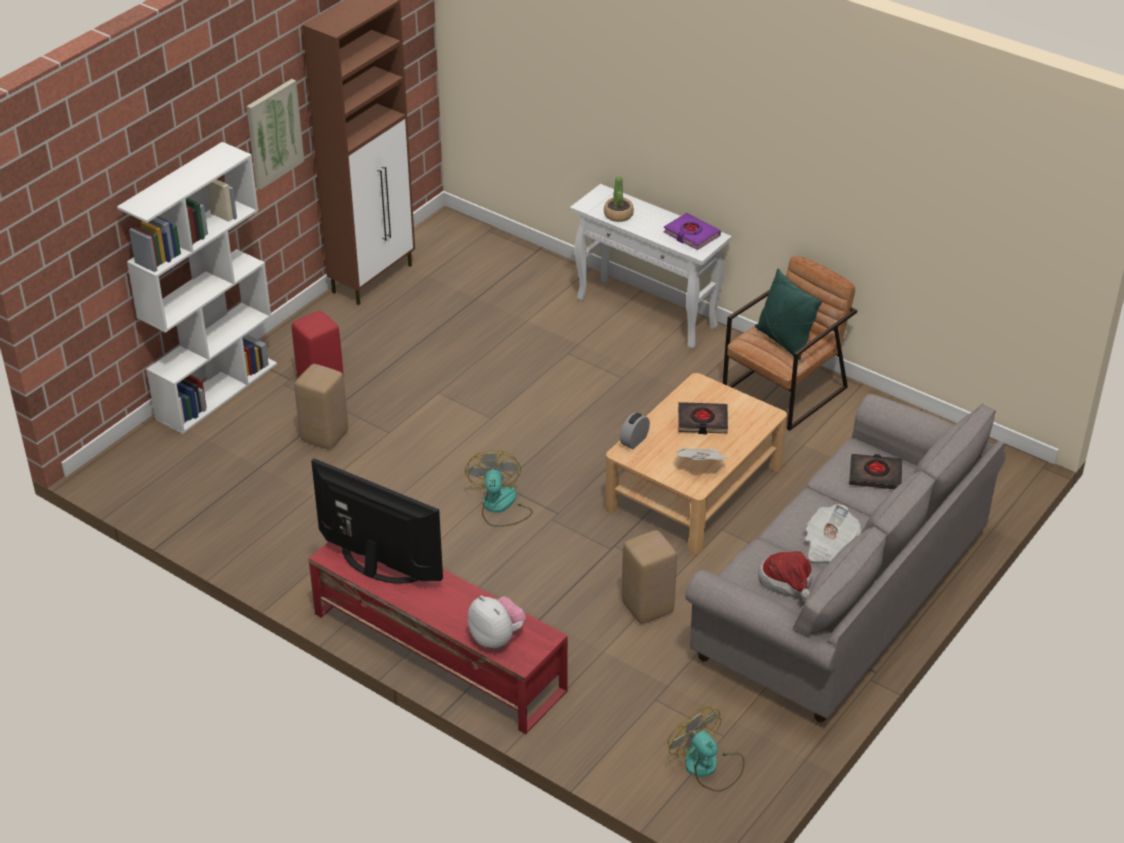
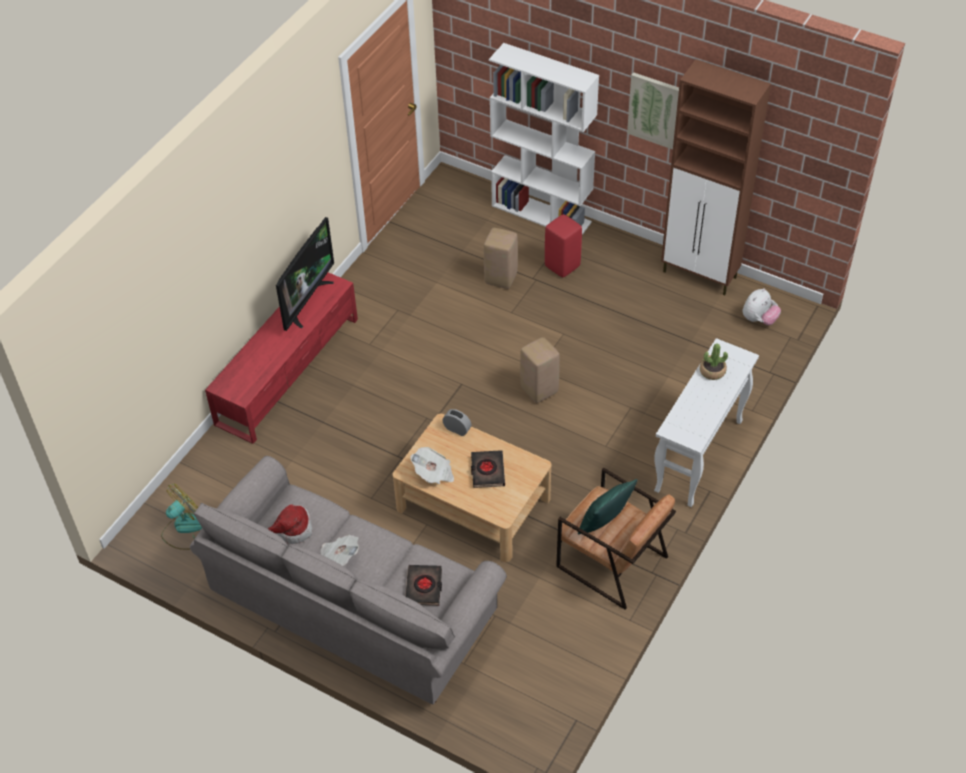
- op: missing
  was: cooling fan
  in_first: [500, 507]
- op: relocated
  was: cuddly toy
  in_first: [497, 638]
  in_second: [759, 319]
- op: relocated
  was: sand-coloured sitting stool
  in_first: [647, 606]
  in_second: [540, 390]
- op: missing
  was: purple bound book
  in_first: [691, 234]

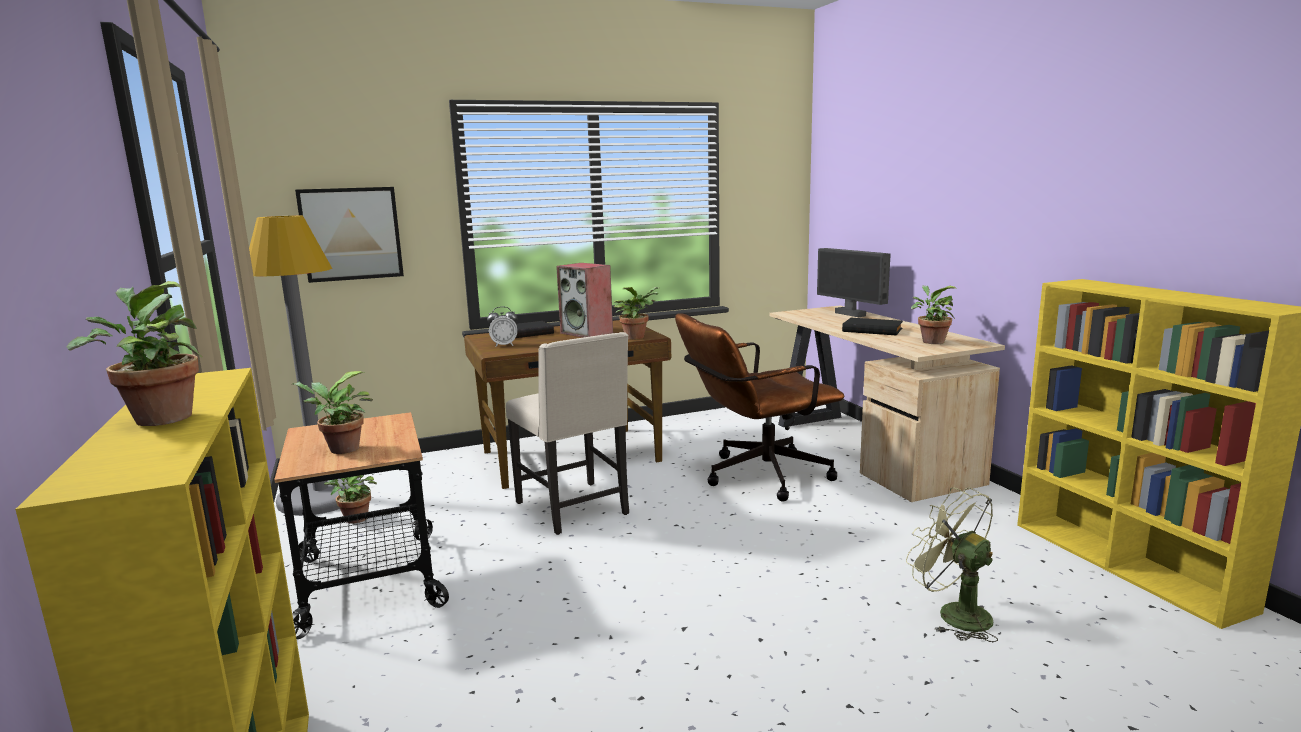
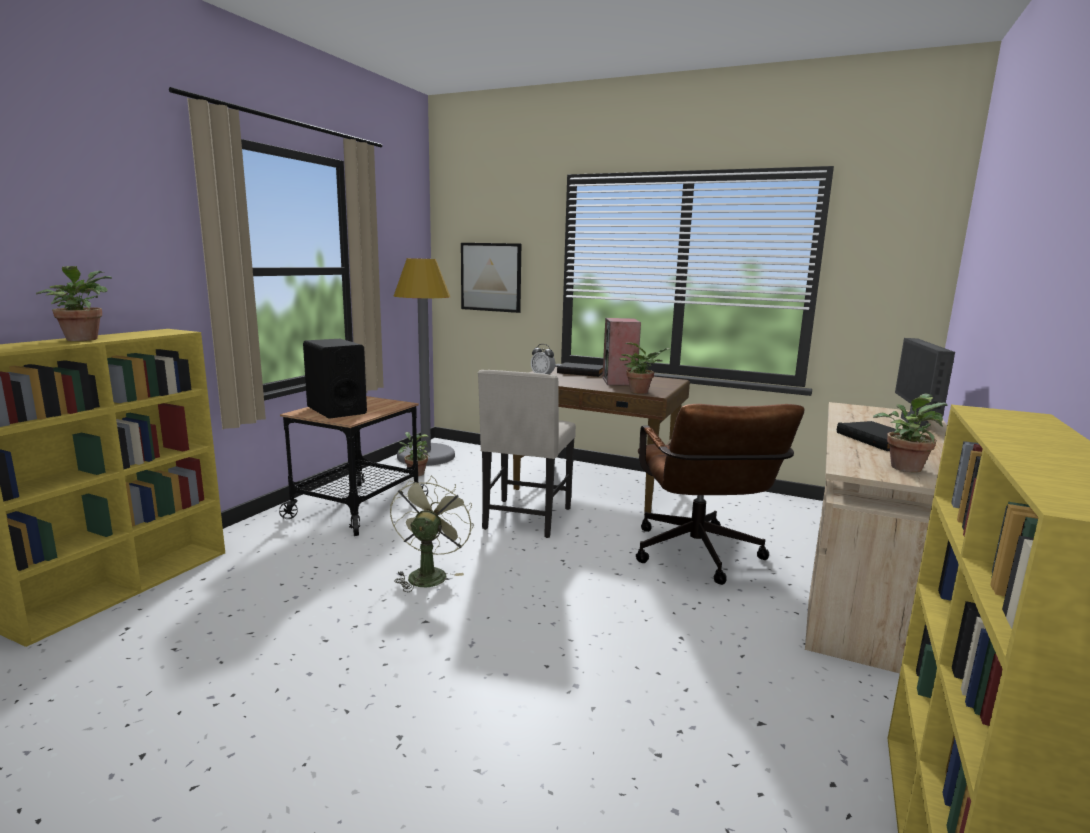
- op: exchanged
  was: houseplant
  now: black-coloured speaker
  in_first: [340, 450]
  in_second: [336, 410]
- op: spun
  was: brownish desk chair
  in_first: [756, 477]
  in_second: [699, 558]
  clockwise: -120
- op: relocated
  was: green cooling fan
  in_first: [953, 614]
  in_second: [429, 574]

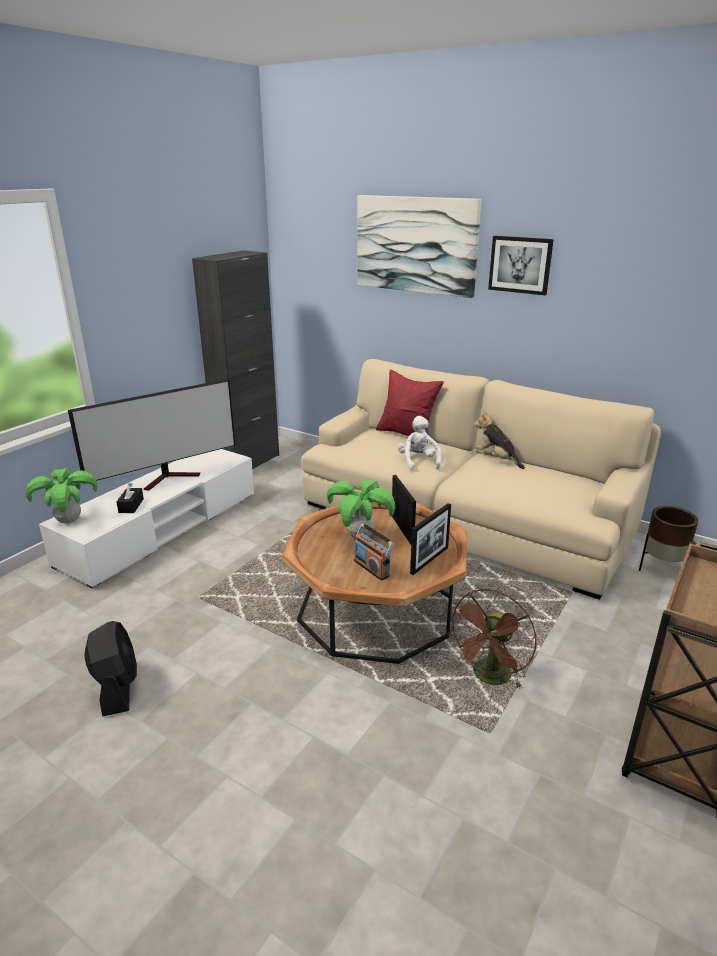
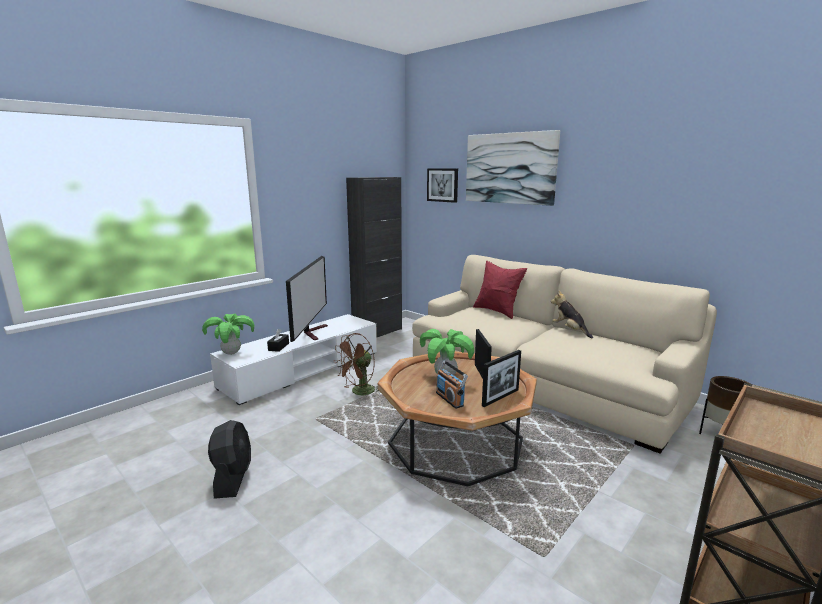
- op: spun
  was: television
  in_first: [171, 478]
  in_second: [313, 332]
  clockwise: -60
- op: missing
  was: whitish cuddly toy
  in_first: [418, 462]
- op: relocated
  was: brownish cooling fan
  in_first: [489, 679]
  in_second: [359, 392]
- op: relocated
  was: picture
  in_first: [520, 265]
  in_second: [442, 185]

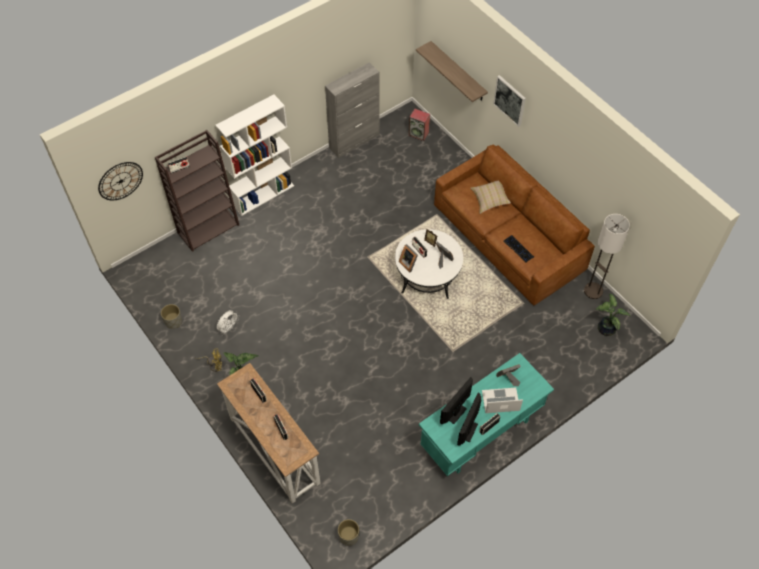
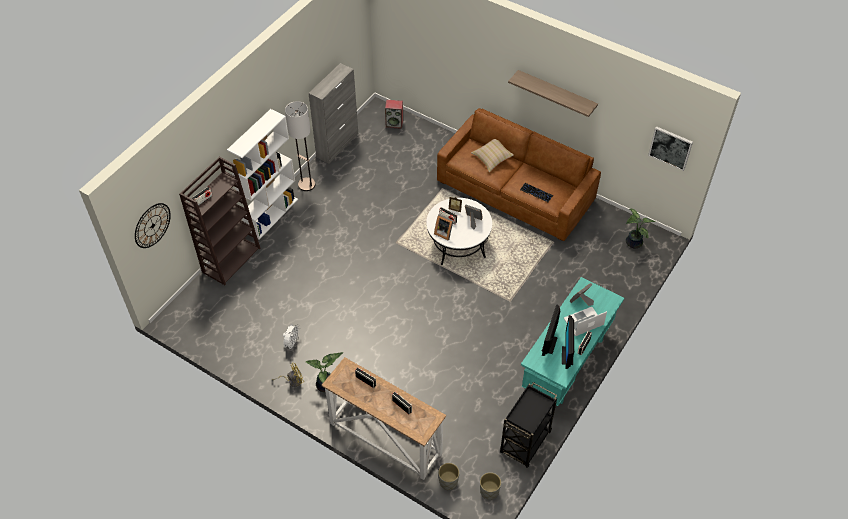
- op: relocated
  was: gray planter
  in_first: [173, 322]
  in_second: [448, 481]
- op: relocated
  was: wall shelf
  in_first: [458, 72]
  in_second: [556, 93]
- op: relocated
  was: picture
  in_first: [510, 100]
  in_second: [670, 148]
- op: relocated
  was: standard lamp
  in_first: [593, 291]
  in_second: [307, 184]
- op: appeared
  now: black-coloured trolley
  in_second: [525, 443]

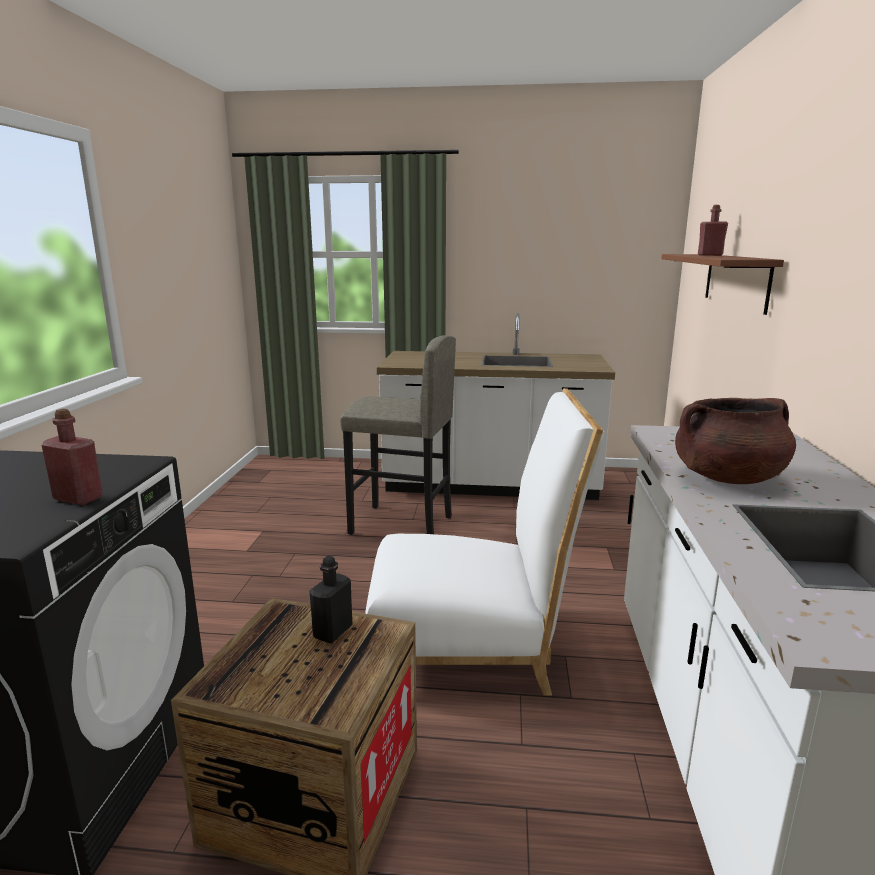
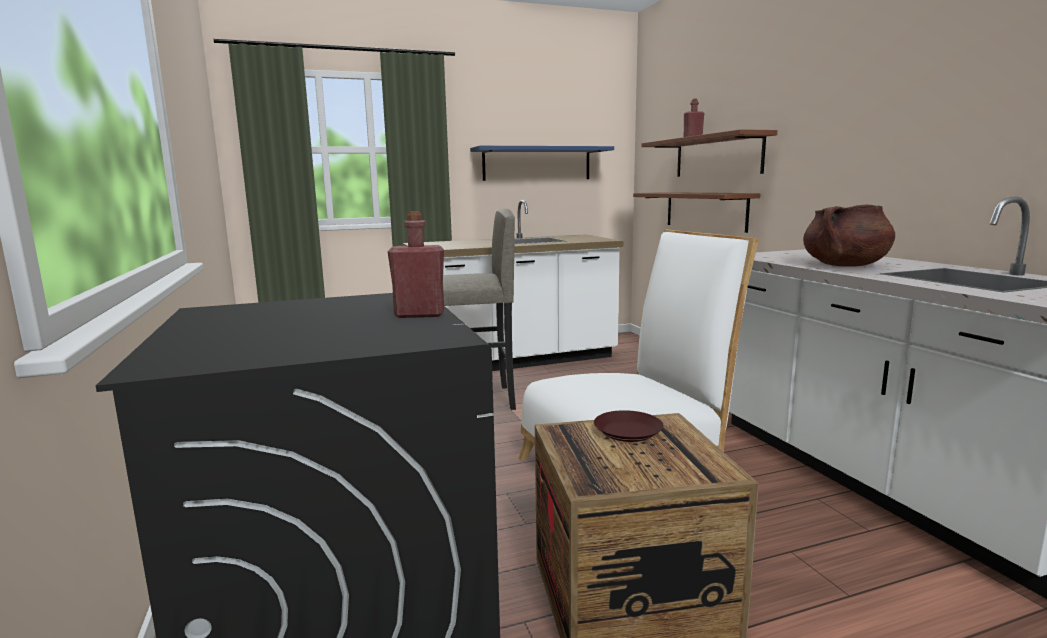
- op: exchanged
  was: black-coloured drink bottle
  now: brownish dinner plate
  in_first: [333, 632]
  in_second: [628, 431]
- op: appeared
  now: bluish wall shelf
  in_second: [537, 164]
- op: appeared
  now: brownish wall shelf
  in_second: [705, 210]

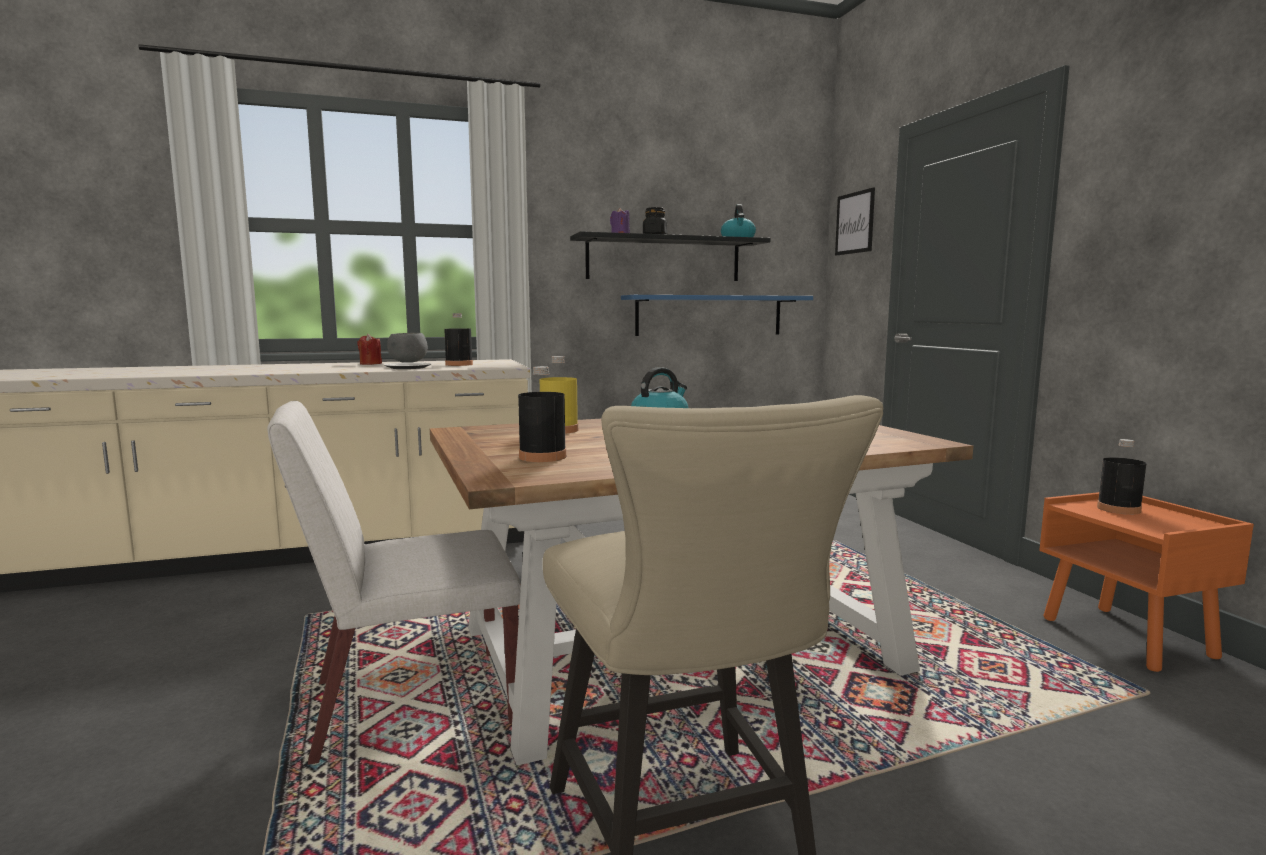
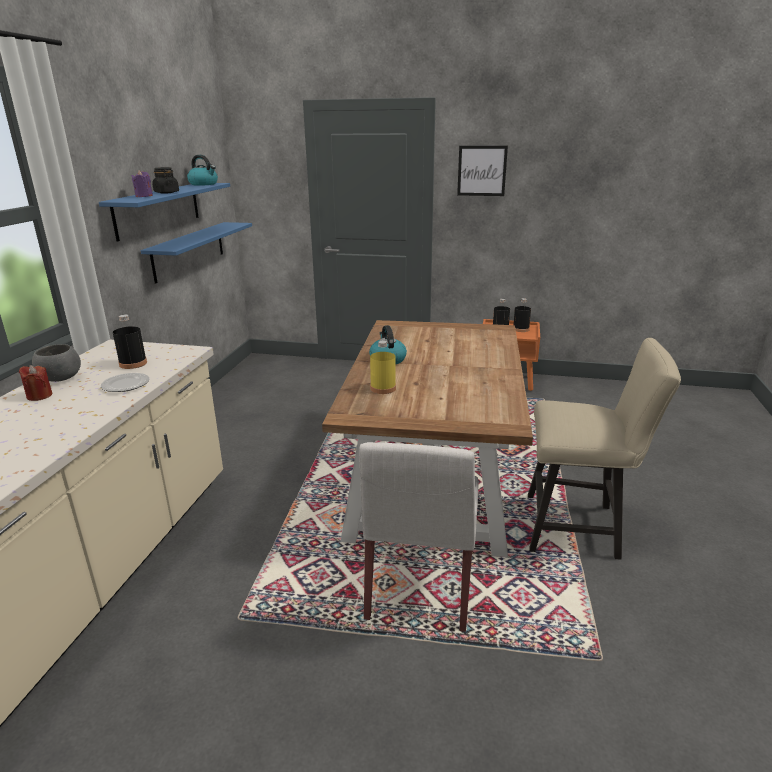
- op: relocated
  was: black-coloured drink bottle
  in_first: [542, 457]
  in_second: [521, 329]
- op: colour
  was: black-coloured wall shelf
  now: bluish wall shelf
  in_first: [664, 259]
  in_second: [158, 209]
- op: relocated
  was: picture
  in_first: [855, 223]
  in_second: [482, 171]

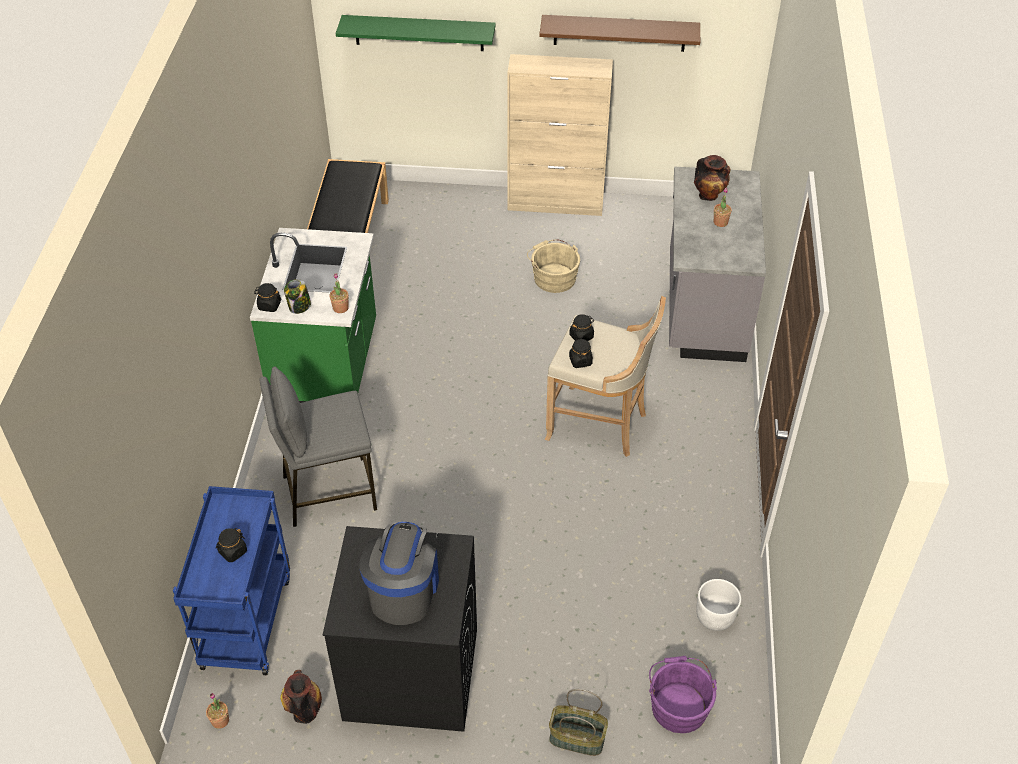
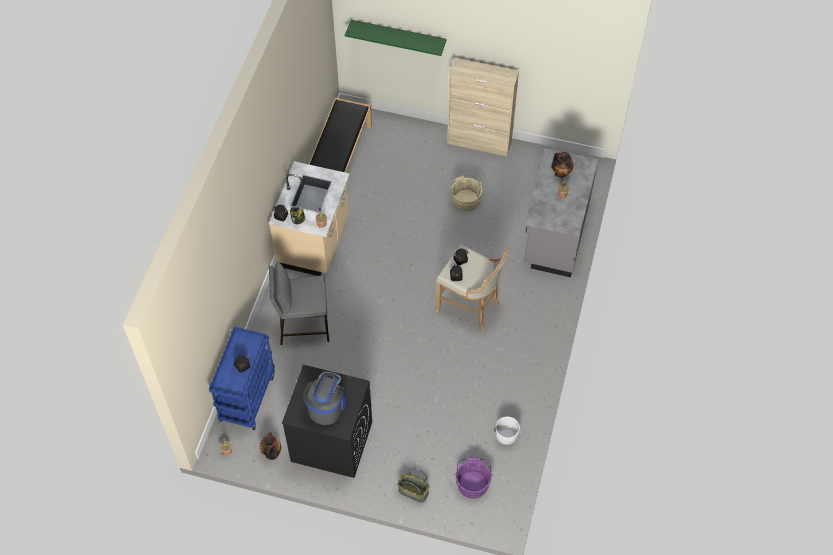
- op: colour
  was: green counter
  now: sand-coloured counter
  in_first: [328, 366]
  in_second: [315, 242]
- op: missing
  was: brownish wall shelf
  in_first: [619, 33]

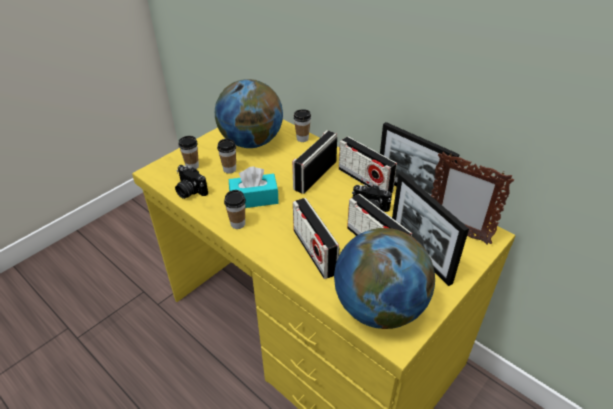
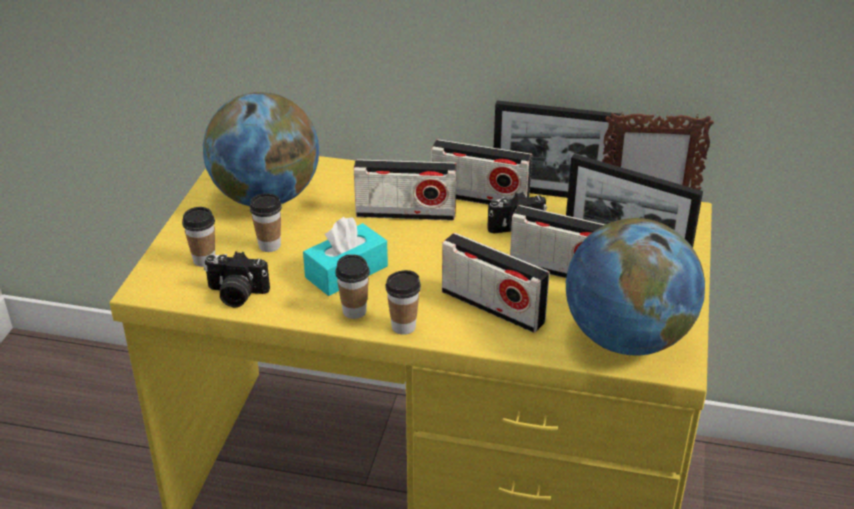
- op: spun
  was: radio set
  in_first: [315, 175]
  in_second: [405, 213]
  clockwise: -90
- op: relocated
  was: drinking cup
  in_first: [302, 138]
  in_second: [403, 326]

